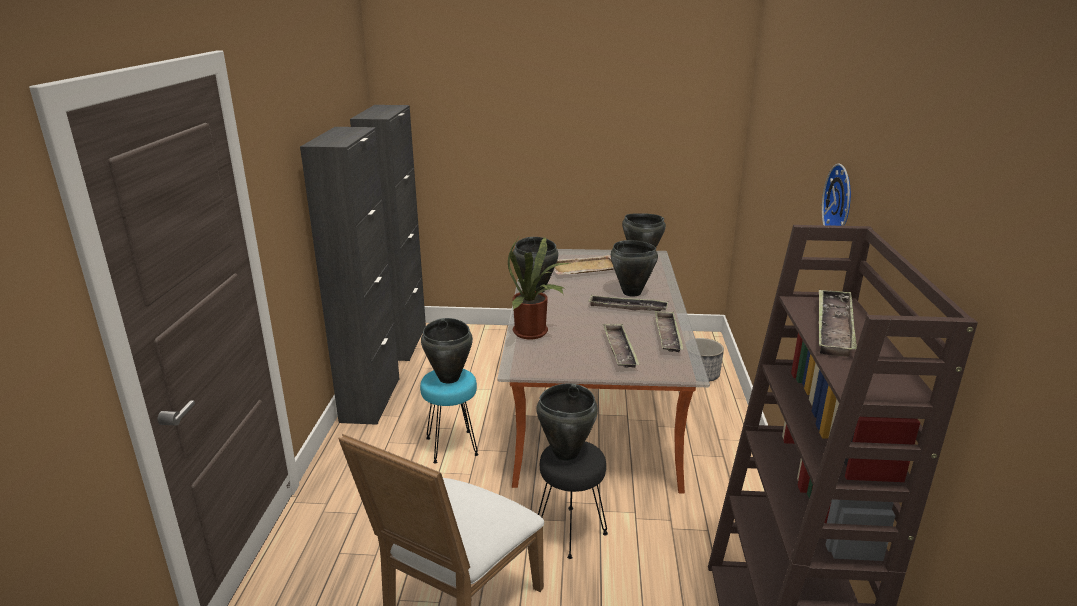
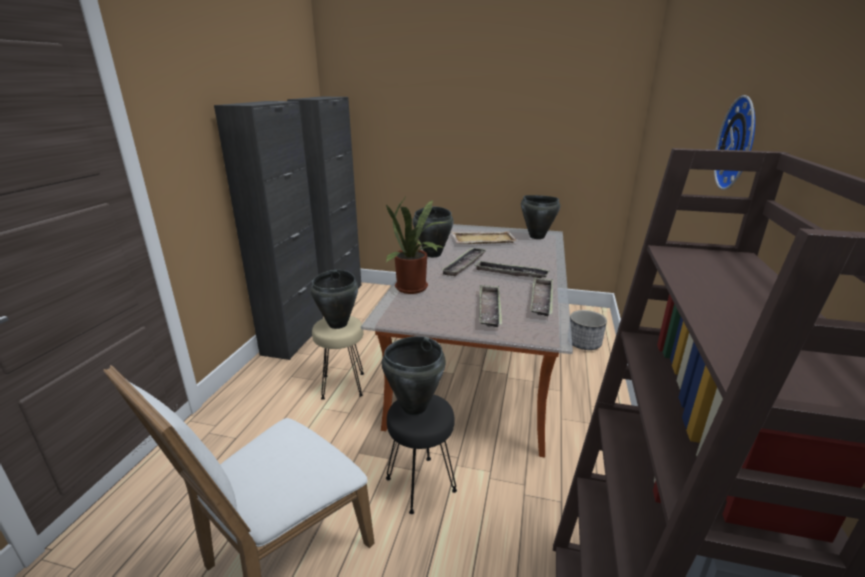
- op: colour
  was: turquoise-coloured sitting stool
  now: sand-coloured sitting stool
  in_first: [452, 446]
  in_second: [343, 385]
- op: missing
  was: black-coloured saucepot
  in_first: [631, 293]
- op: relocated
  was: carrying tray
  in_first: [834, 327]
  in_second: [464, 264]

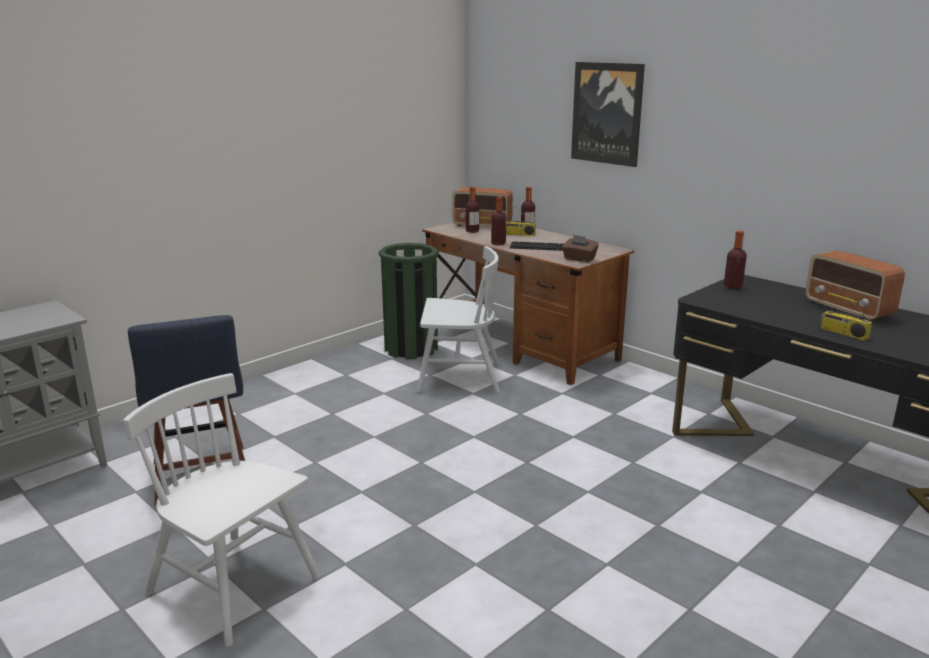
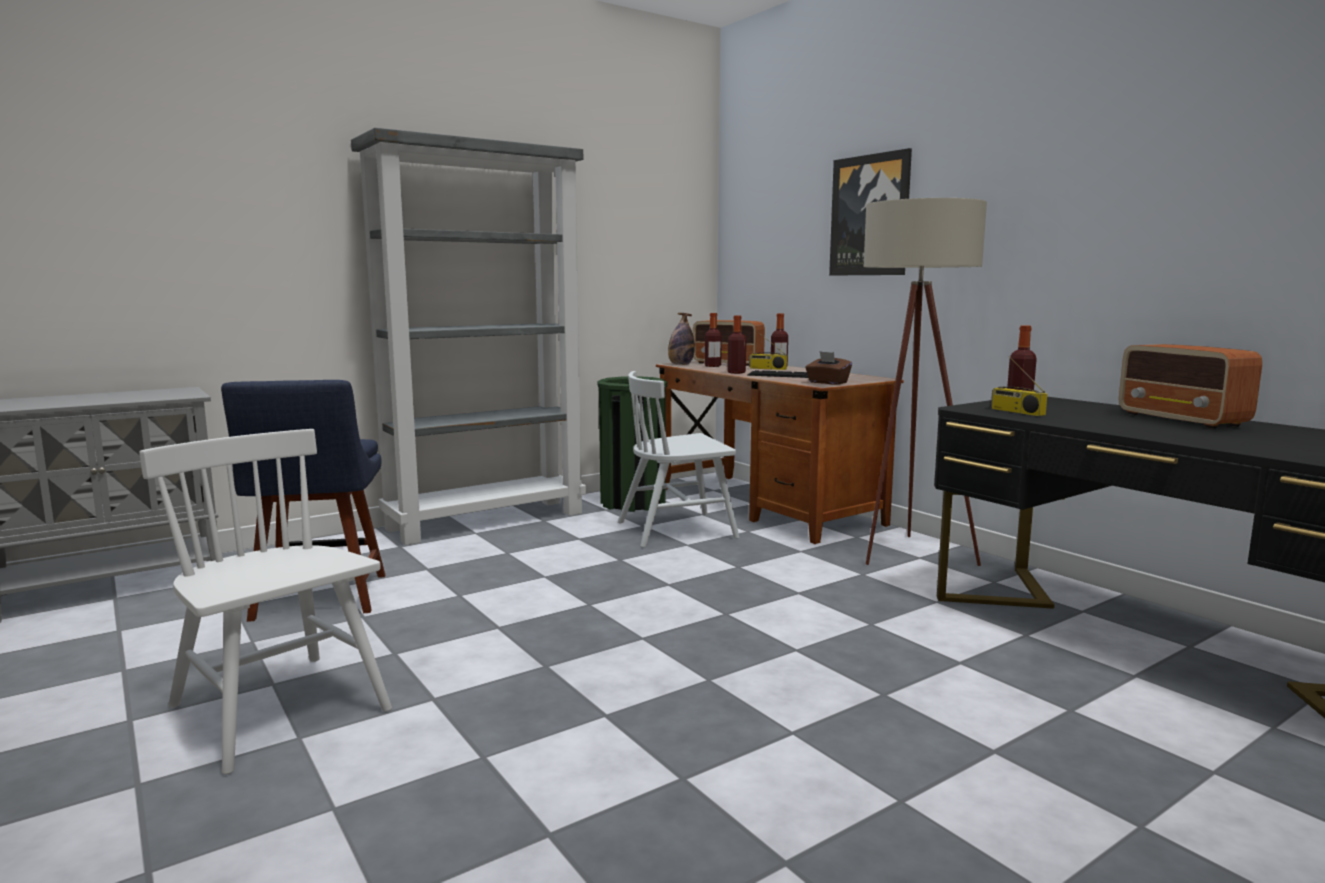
- op: spun
  was: whitish chair
  in_first: [459, 377]
  in_second: [677, 530]
  clockwise: 150
- op: relocated
  was: radio set
  in_first: [843, 333]
  in_second: [1016, 412]
- op: appeared
  now: gray bookshelf
  in_second: [487, 520]
- op: appeared
  now: drink bottle
  in_second: [680, 364]
- op: appeared
  now: sand-coloured standard lamp
  in_second: [906, 557]

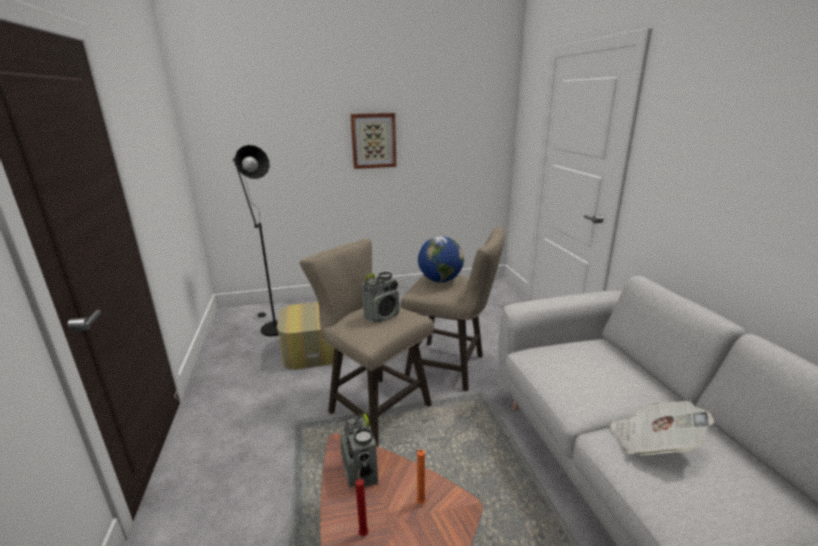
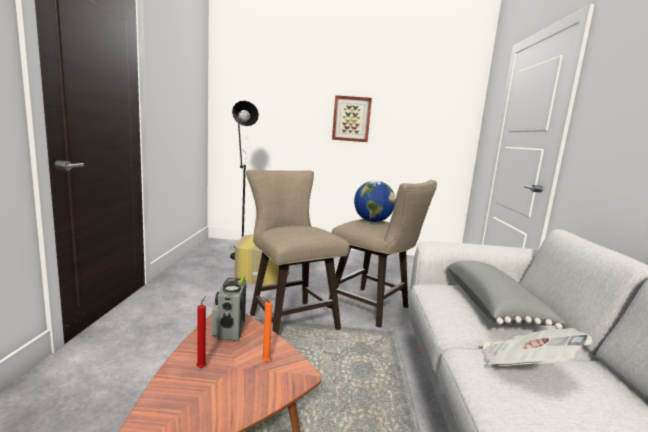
- op: missing
  was: radio set
  in_first: [382, 316]
- op: appeared
  now: gray pillow
  in_second: [493, 307]

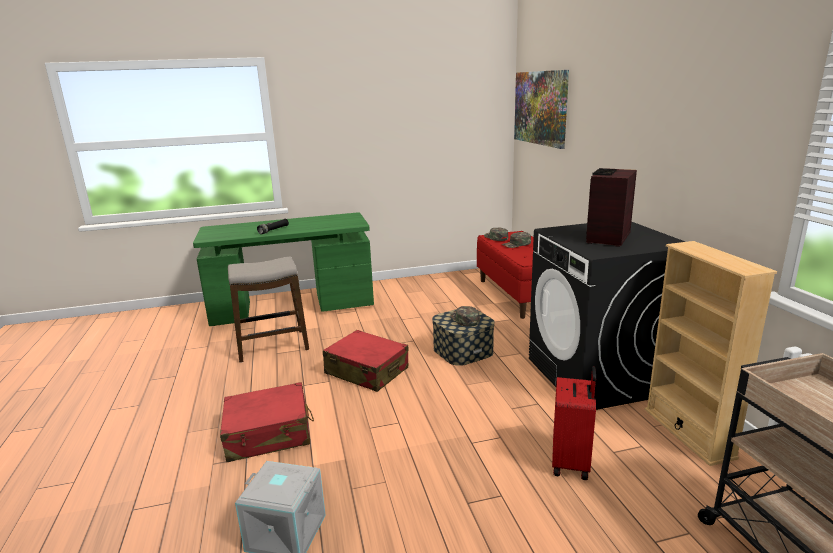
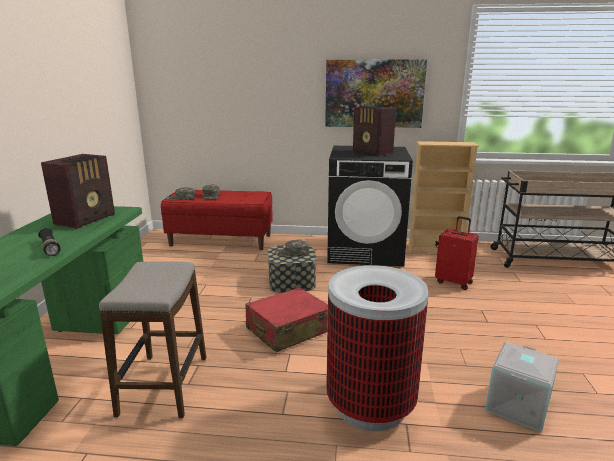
- op: exchanged
  was: reddish suitcase
  now: waste bin
  in_first: [269, 434]
  in_second: [370, 404]
- op: relocated
  was: picture
  in_first: [540, 108]
  in_second: [374, 94]
- op: appeared
  now: radio set
  in_second: [87, 219]

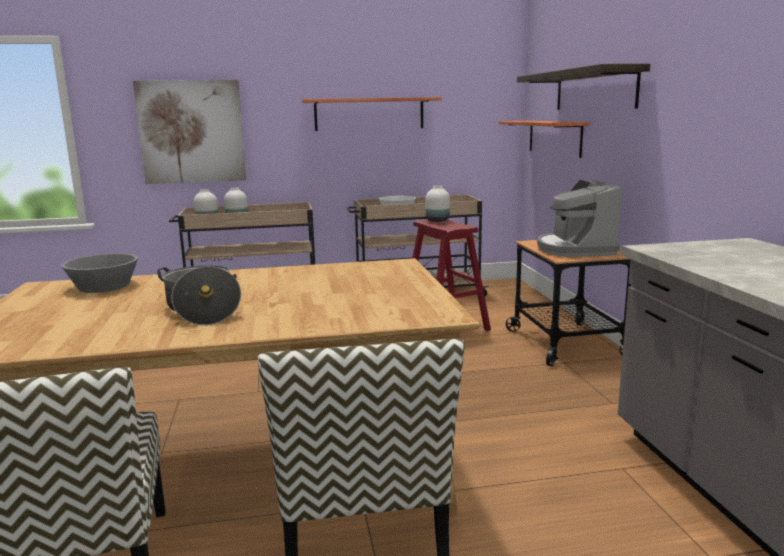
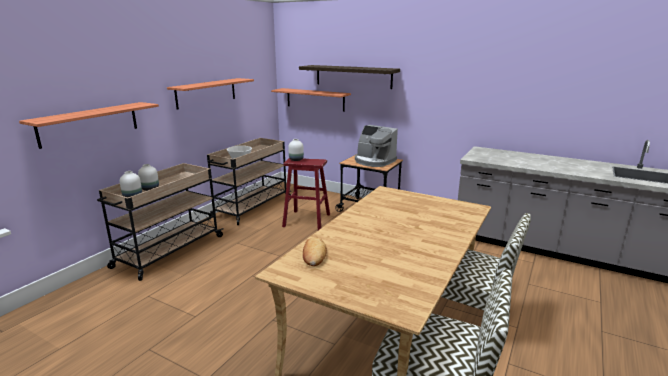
- op: exchanged
  was: gray deep dish
  now: bread
  in_first: [103, 286]
  in_second: [313, 255]
- op: exchanged
  was: picture
  now: wall shelf
  in_first: [191, 132]
  in_second: [89, 124]
- op: missing
  was: saucepot
  in_first: [202, 310]

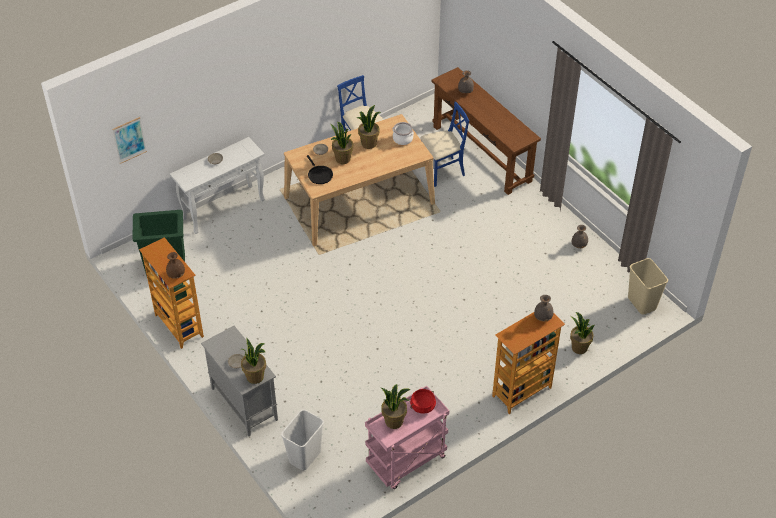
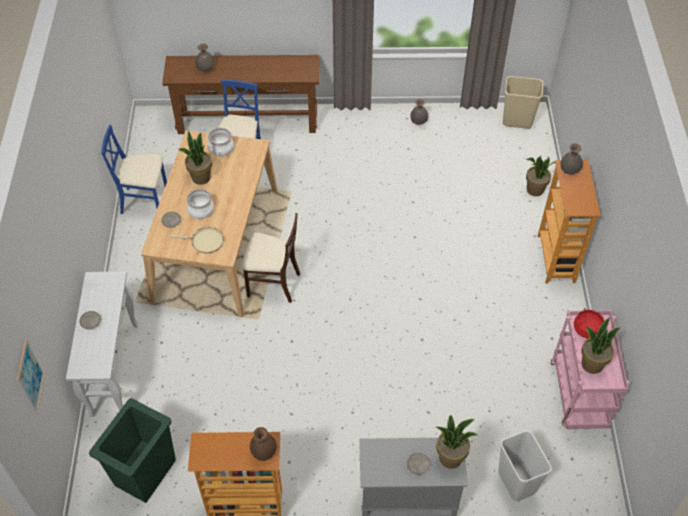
- op: colour
  was: black-coloured pan
  now: sand-coloured pan
  in_first: [319, 175]
  in_second: [205, 241]
- op: exchanged
  was: houseplant
  now: saucepot
  in_first: [342, 159]
  in_second: [201, 210]
- op: appeared
  now: sand-coloured chair
  in_second: [273, 284]

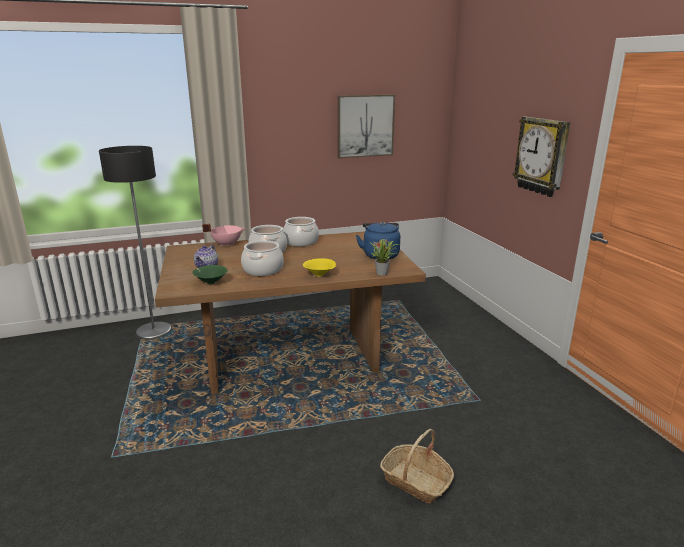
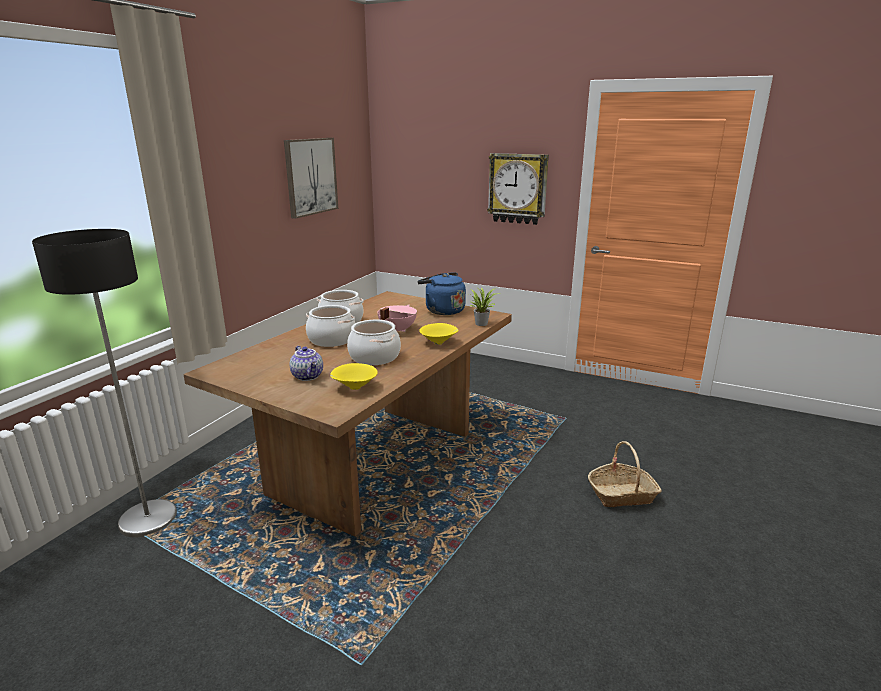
- op: colour
  was: green deep dish
  now: yellowish deep dish
  in_first: [210, 282]
  in_second: [354, 387]
- op: relocated
  was: pink-coloured saucepot
  in_first: [226, 244]
  in_second: [396, 330]

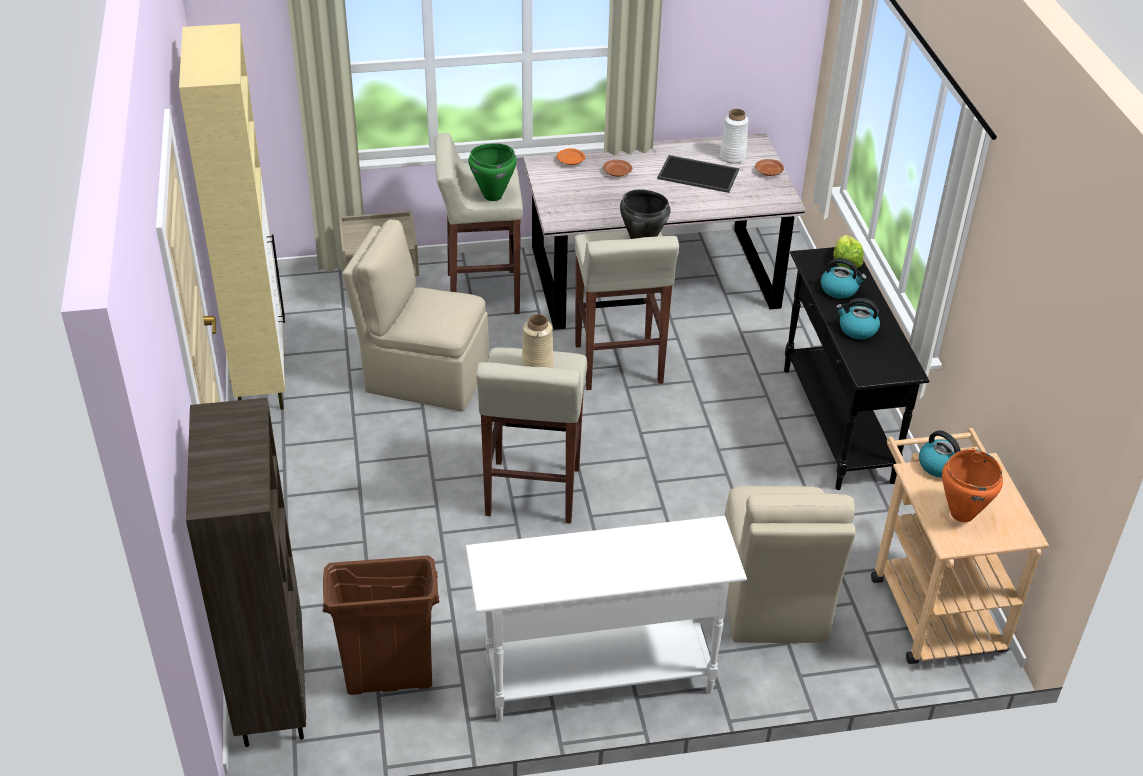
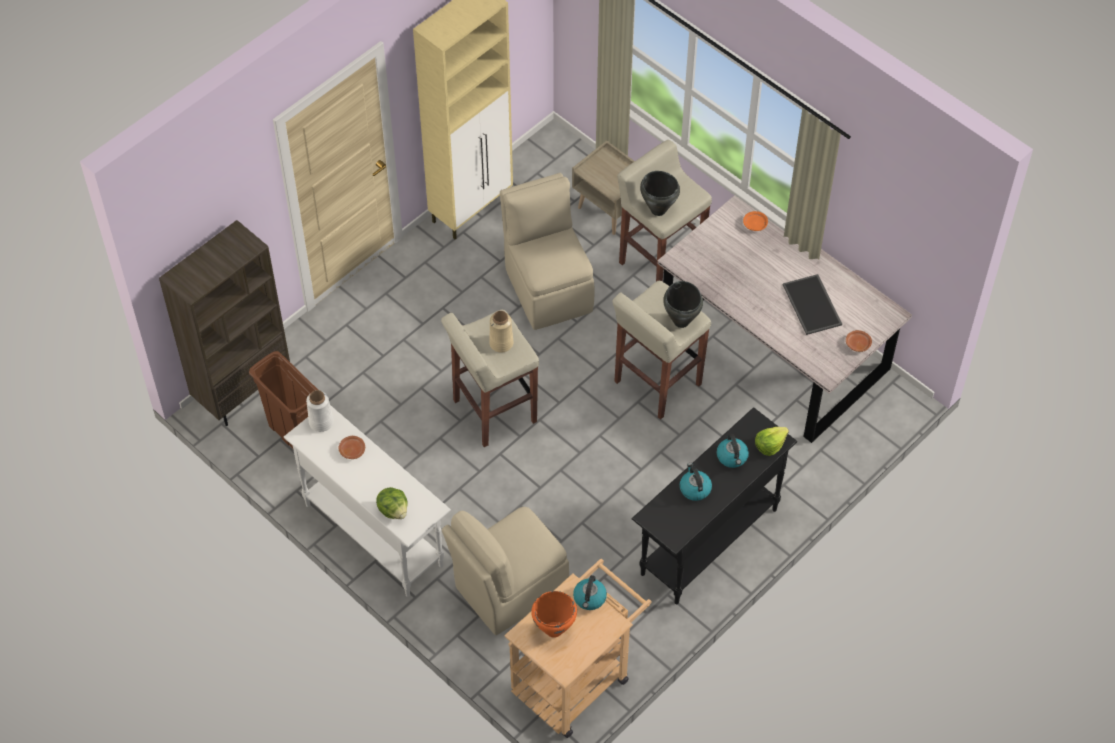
- op: colour
  was: green saucepot
  now: black-coloured saucepot
  in_first: [492, 196]
  in_second: [658, 209]
- op: relocated
  was: brownish dinner plate
  in_first: [616, 172]
  in_second: [352, 450]
- op: relocated
  was: whitish decorative vase
  in_first: [732, 157]
  in_second: [321, 422]
- op: appeared
  now: lettuce
  in_second: [393, 510]

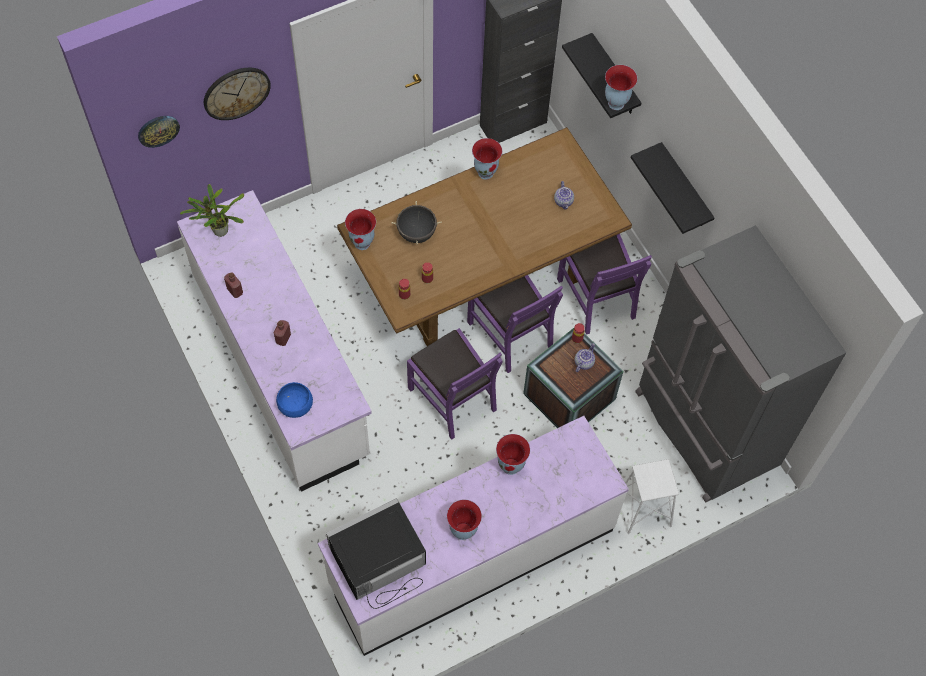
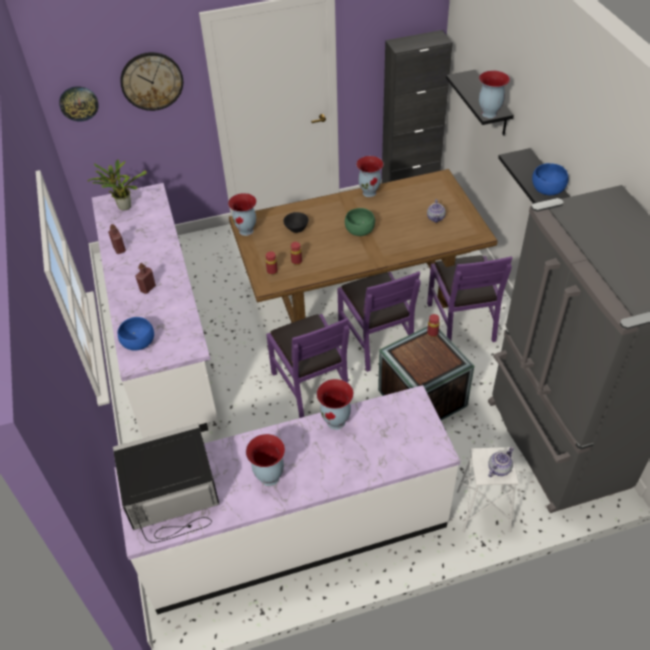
- op: exchanged
  was: black-coloured saucepot
  now: black-coloured deep dish
  in_first: [416, 233]
  in_second: [296, 228]
- op: relocated
  was: pot for tea
  in_first: [583, 362]
  in_second: [498, 468]
- op: appeared
  now: green deep dish
  in_second: [359, 231]
- op: appeared
  now: bluish deep dish
  in_second: [548, 189]

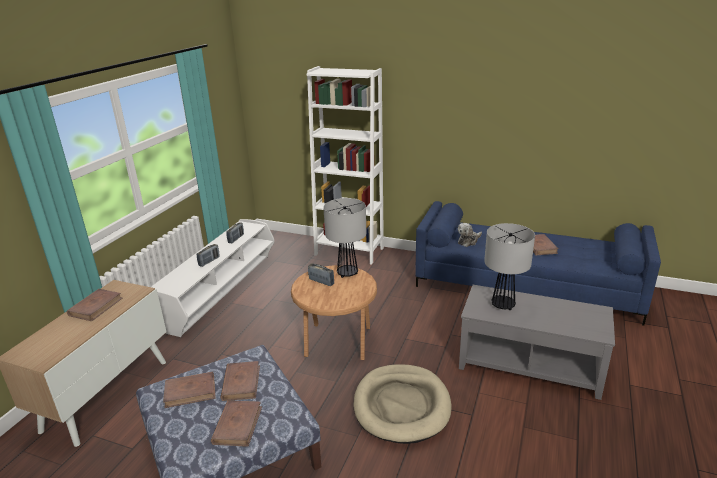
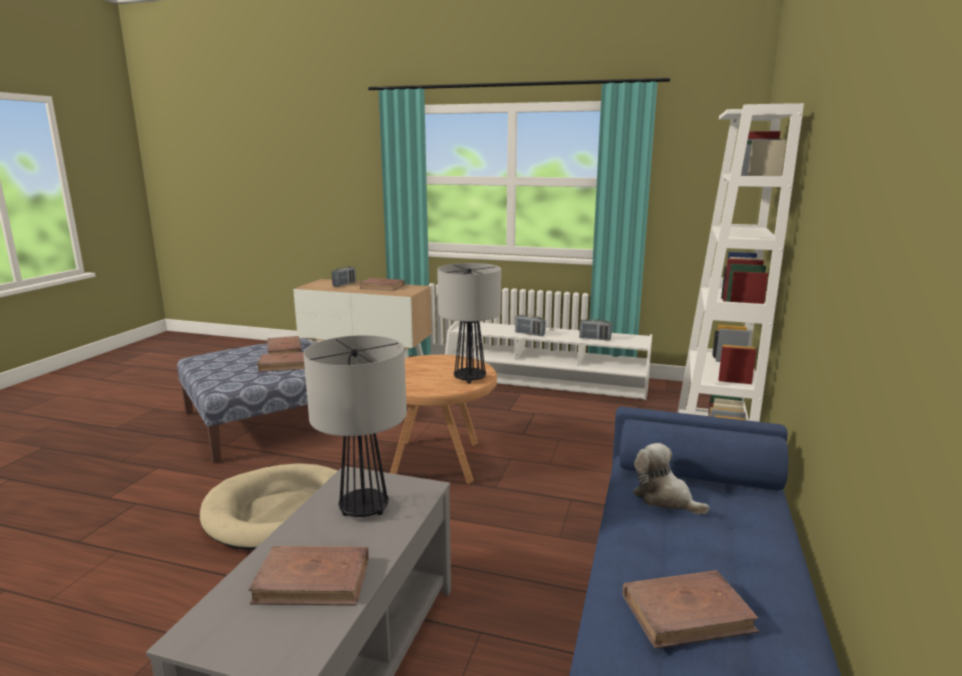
- op: relocated
  was: brownish bound book
  in_first: [237, 425]
  in_second: [313, 580]
- op: relocated
  was: radio set
  in_first: [321, 281]
  in_second: [344, 284]

